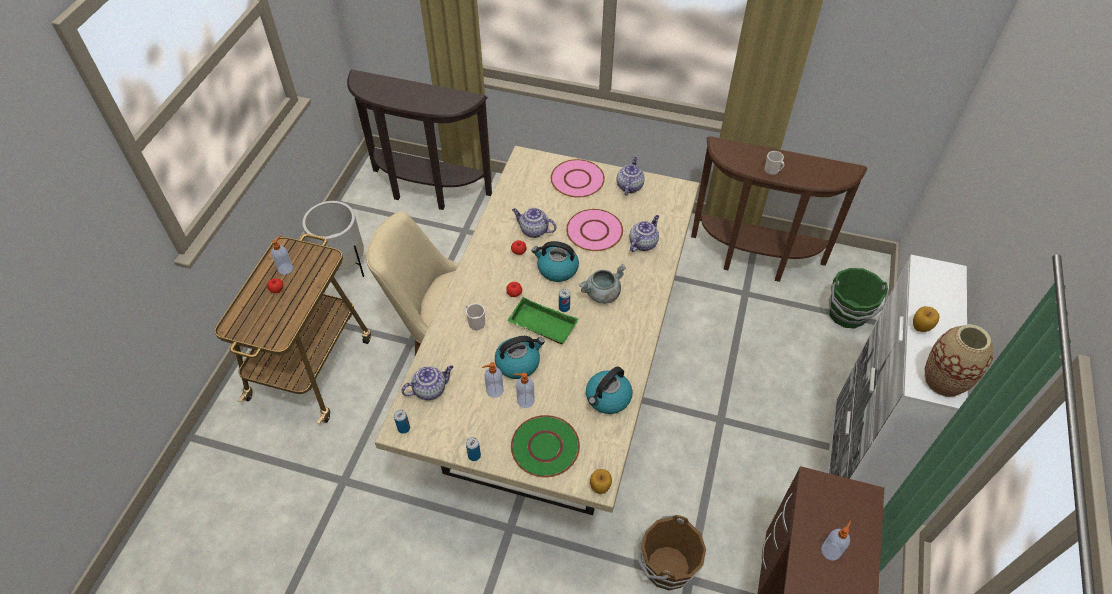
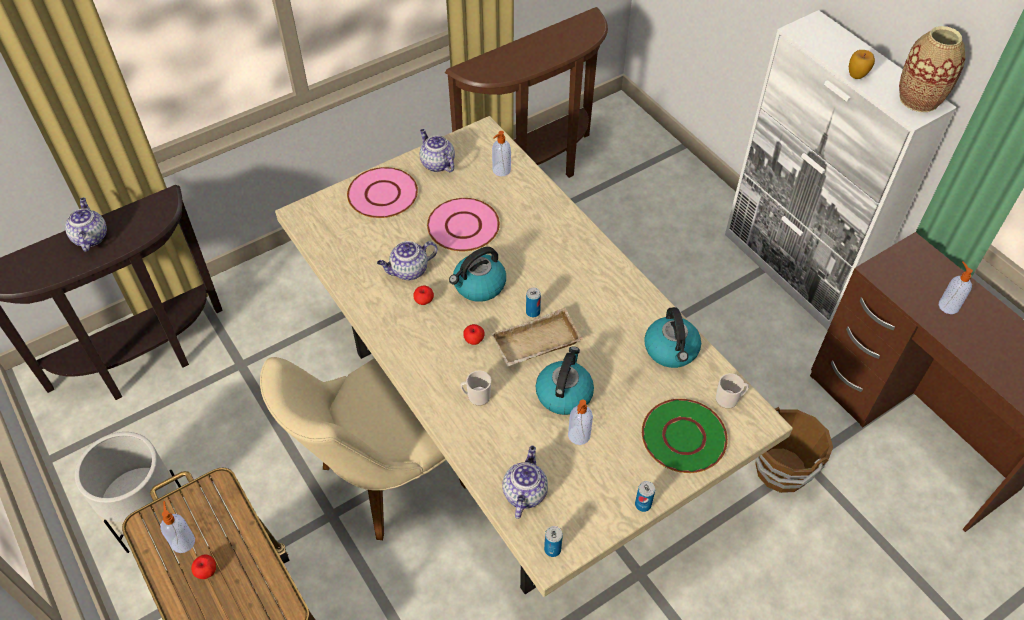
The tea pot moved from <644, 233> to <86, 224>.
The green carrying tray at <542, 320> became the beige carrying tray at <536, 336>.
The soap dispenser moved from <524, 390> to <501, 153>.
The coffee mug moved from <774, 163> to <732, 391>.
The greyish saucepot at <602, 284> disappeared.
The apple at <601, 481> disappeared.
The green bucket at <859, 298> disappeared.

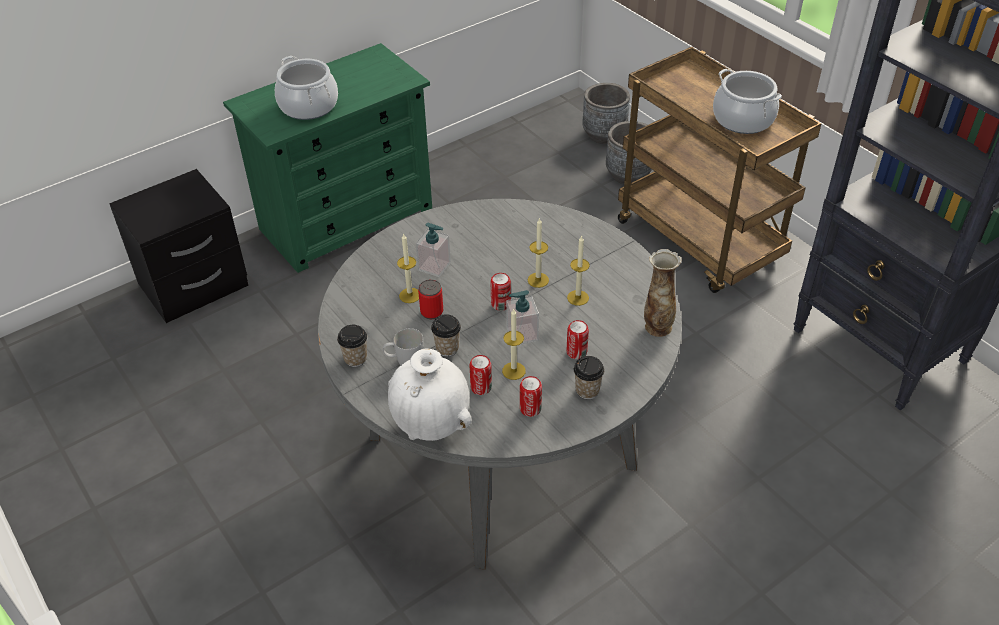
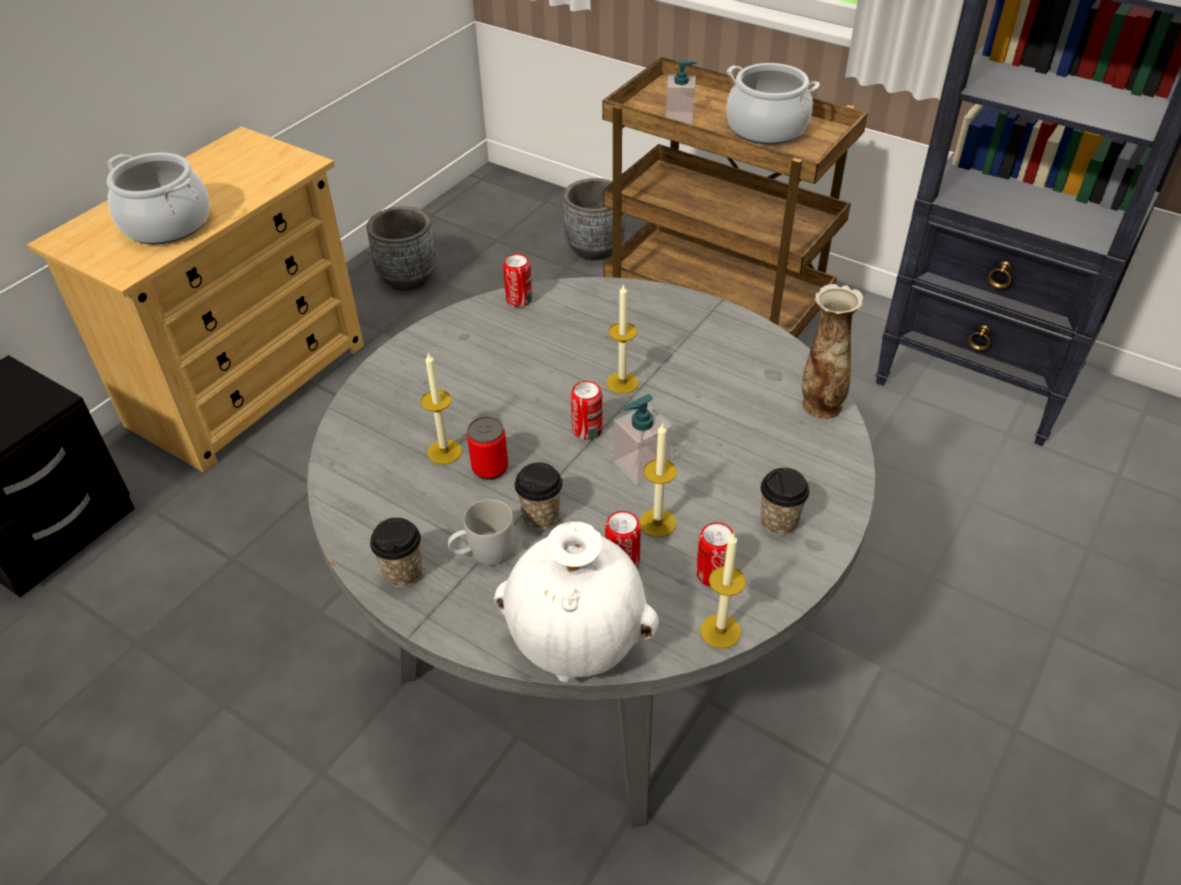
The green drawer chest at <327, 158> became the beige drawer chest at <195, 299>.
The greyish plant pot moved from <606, 113> to <402, 248>.
The can moved from <578, 340> to <517, 280>.
The soap dispenser moved from <433, 250> to <681, 92>.
The candle moved from <578, 270> to <723, 590>.

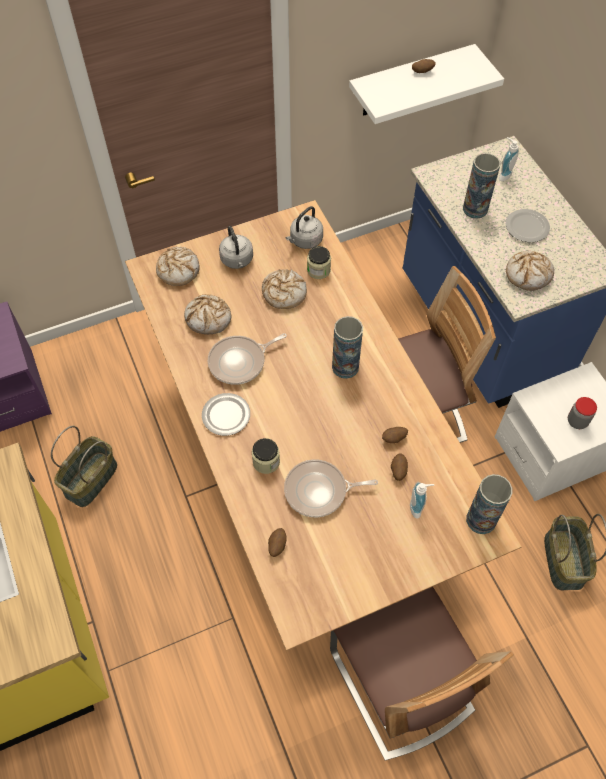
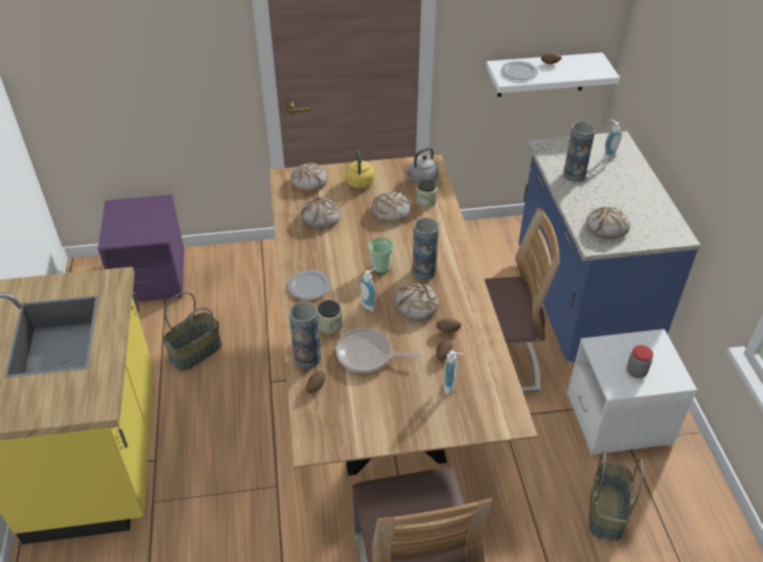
The flower vase moved from <489, 504> to <305, 335>.
The greyish water kettle at <236, 247> became the yellowish water kettle at <360, 169>.
The soap dispenser at <368, 289> appeared.
The cup at <381, 255> appeared.
The baked bread at <417, 302> appeared.
The dinner plate moved from <528, 225> to <520, 70>.
The frying pan at <247, 359> disappeared.

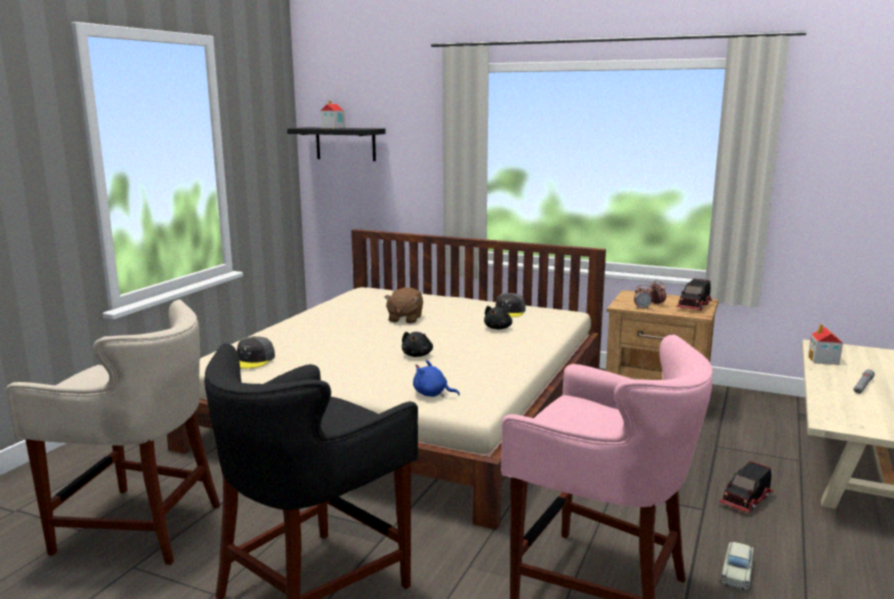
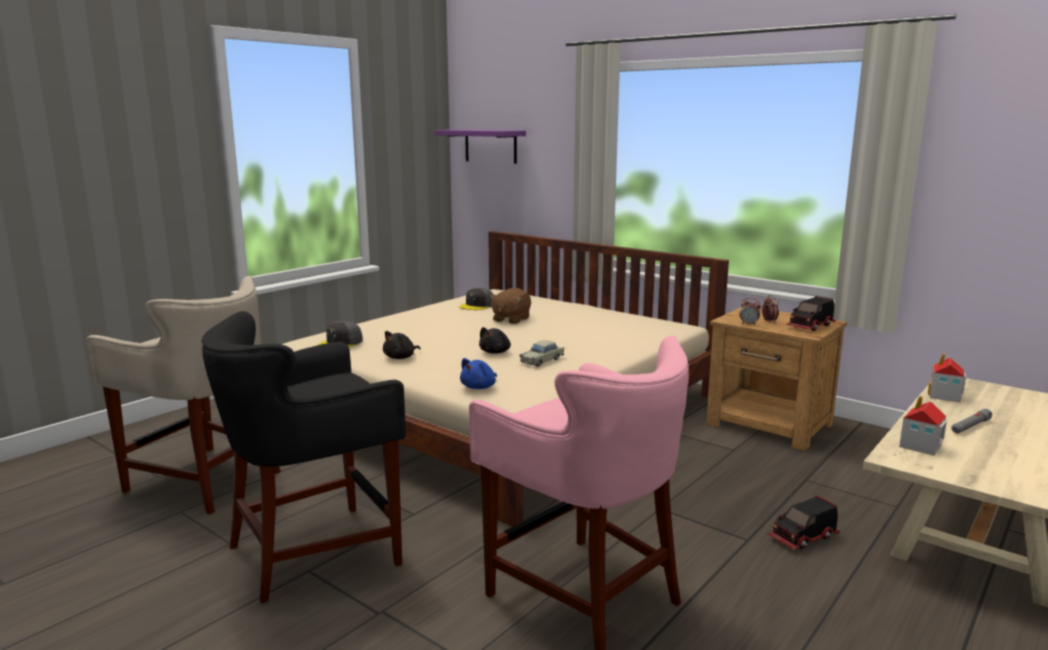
The black cuddly toy moved from <498, 317> to <402, 345>.
The black bracket shelf at <336, 144> became the purplish bracket shelf at <480, 147>.
The greyish peaked cap moved from <511, 305> to <476, 299>.
The blue cuddly toy at <436, 378> turned 90 degrees counterclockwise.
The beige toy car moved from <737, 566> to <541, 353>.
The miniature house moved from <332, 114> to <923, 425>.

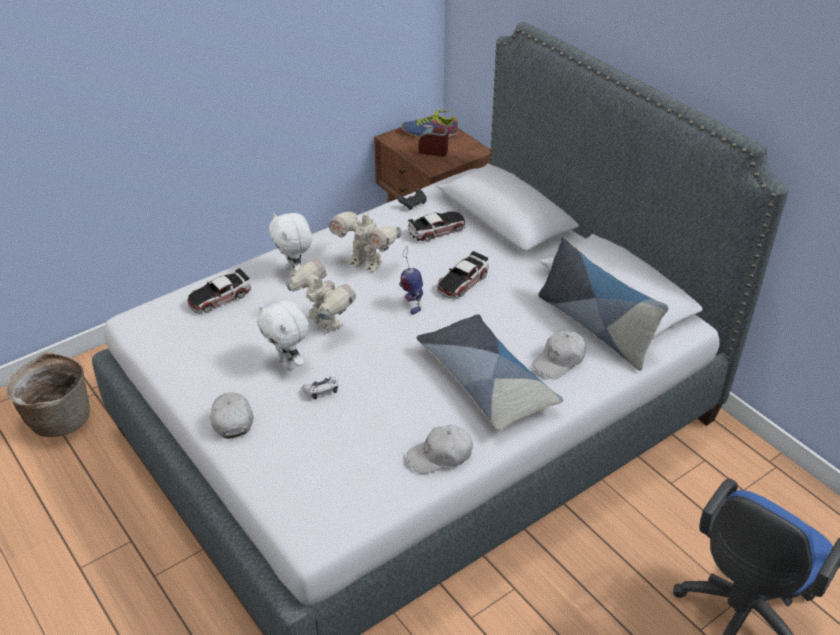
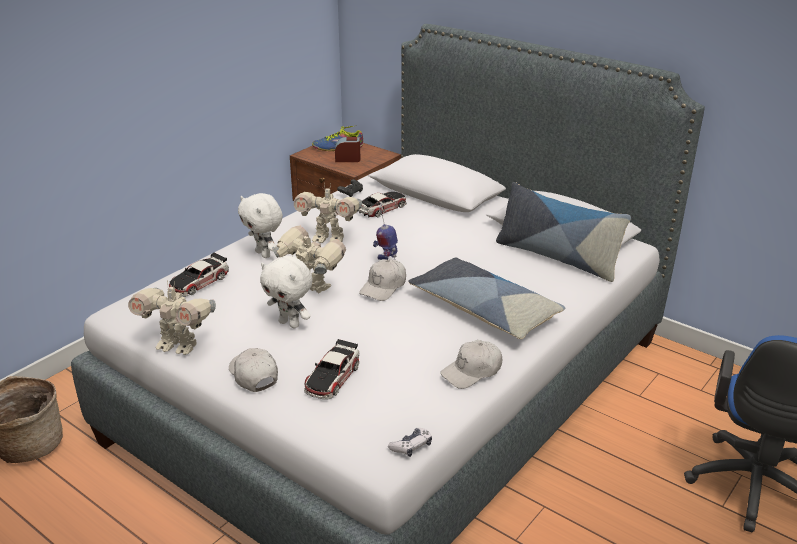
The toy robot at <172, 317> appeared.
The toy car moved from <463, 274> to <332, 369>.
The white-coloured peaked cap moved from <559, 354> to <382, 280>.
The joypad moved from <320, 387> to <410, 442>.

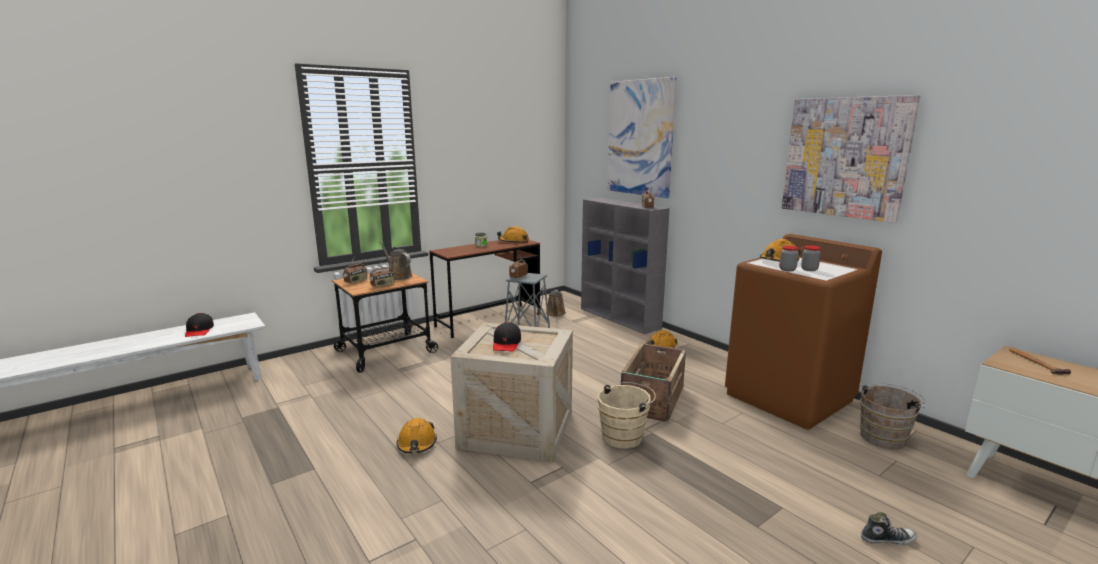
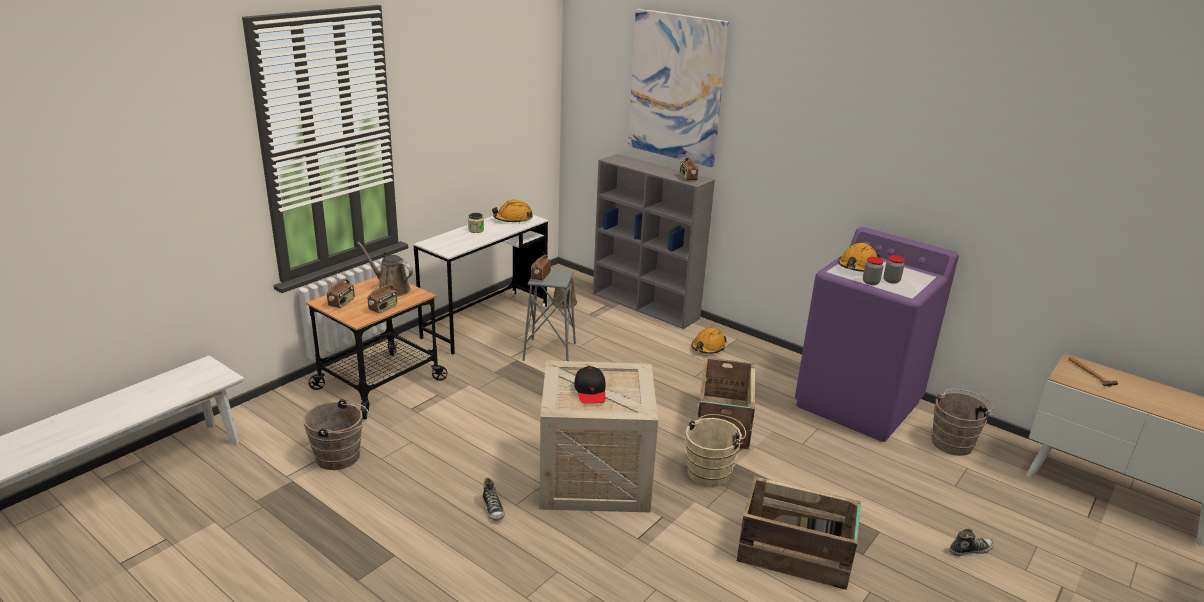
The brown-coloured bucket at <336, 434> appeared.
The brown-coloured desk unit at <485, 289> became the white-coloured desk unit at <481, 284>.
The orange safety helmet at <417, 435> was replaced by the low shoe at <494, 499>.
The crate at <799, 533> appeared.
The brown-coloured laundry machine at <803, 332> became the purplish laundry machine at <877, 334>.
The black peaked cap at <199, 325> disappeared.
The wall picture at <851, 159> disappeared.

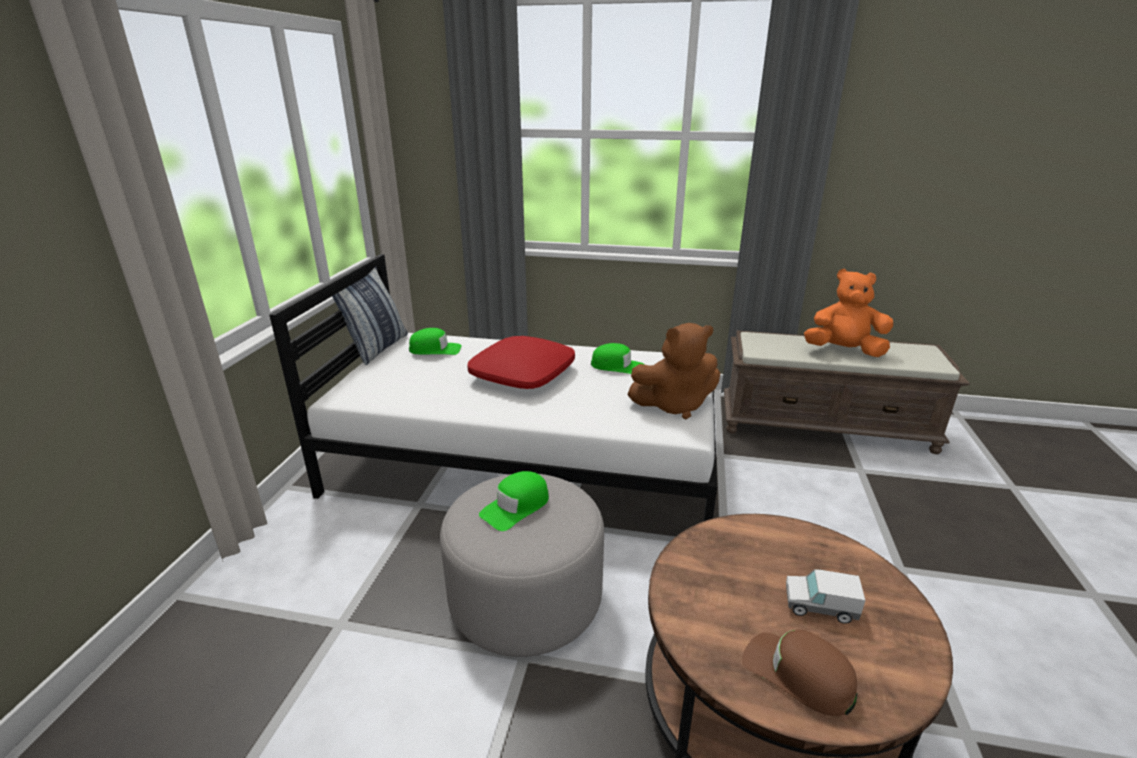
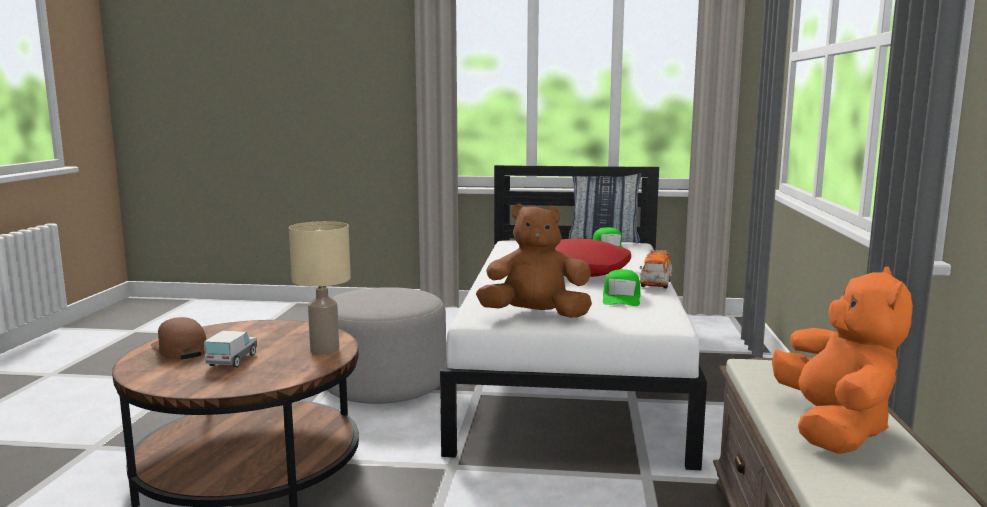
The brown-coloured peaked cap at <799, 673> turned 75 degrees counterclockwise.
The beige lamp for a table at <320, 287> appeared.
The brown-coloured cuddly toy at <673, 371> turned 105 degrees clockwise.
The toy car at <656, 269> appeared.
The green peaked cap at <514, 501> disappeared.

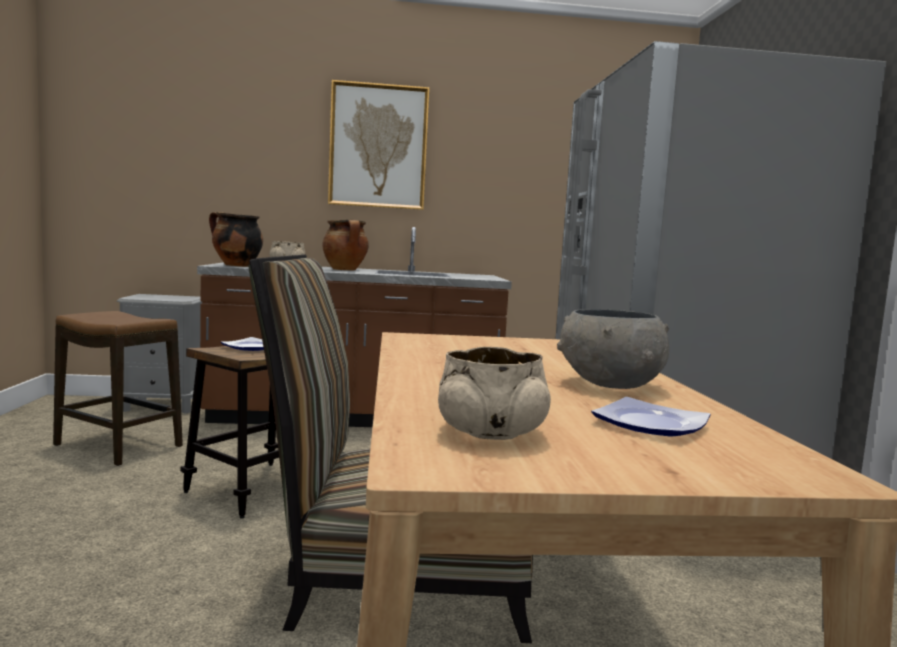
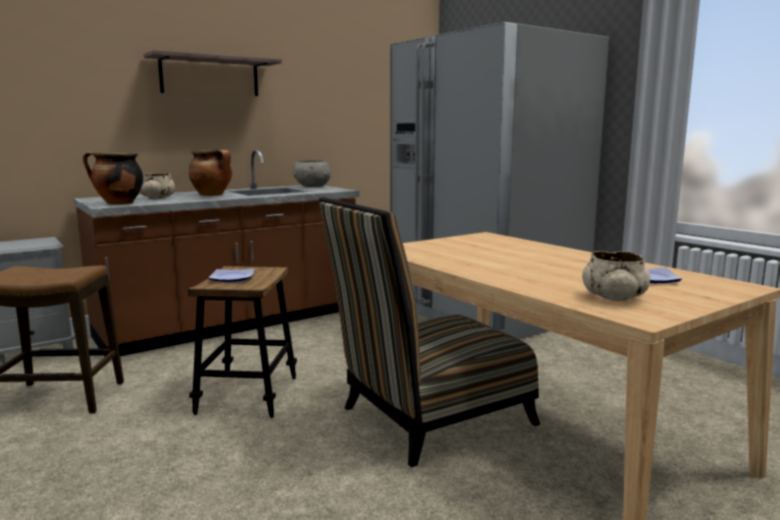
The wall picture at <378, 145> was replaced by the bracket shelf at <212, 73>.
The greyish serving bowl moved from <613, 349> to <312, 174>.

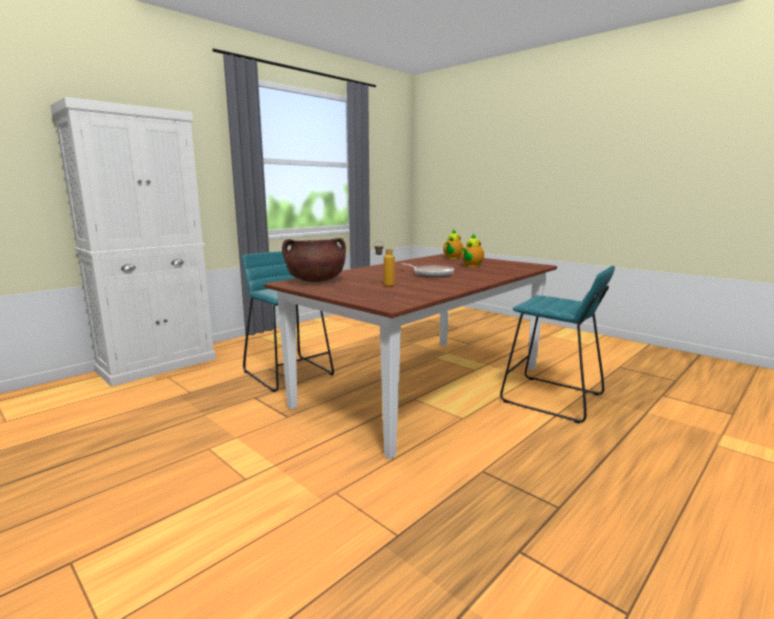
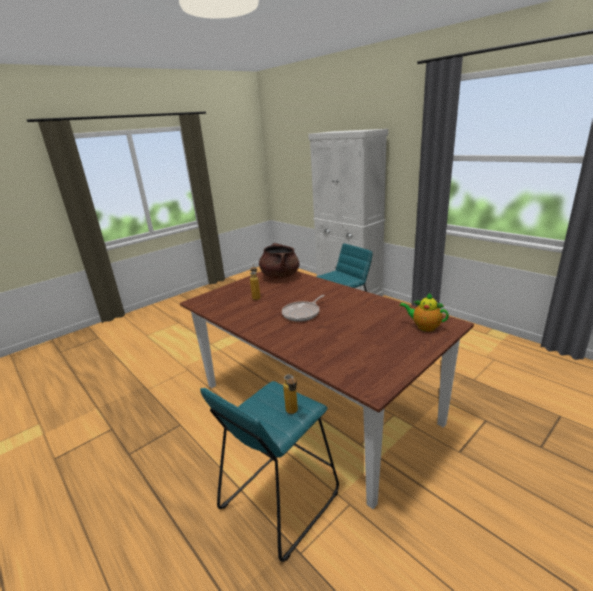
The drink bottle at <290, 394> appeared.
The tea pot at <472, 250> disappeared.

